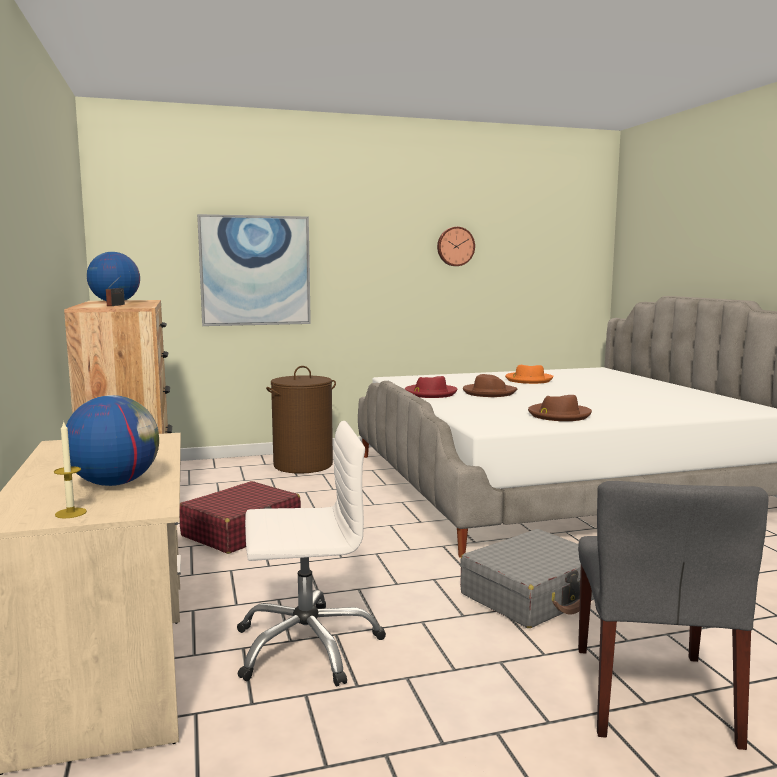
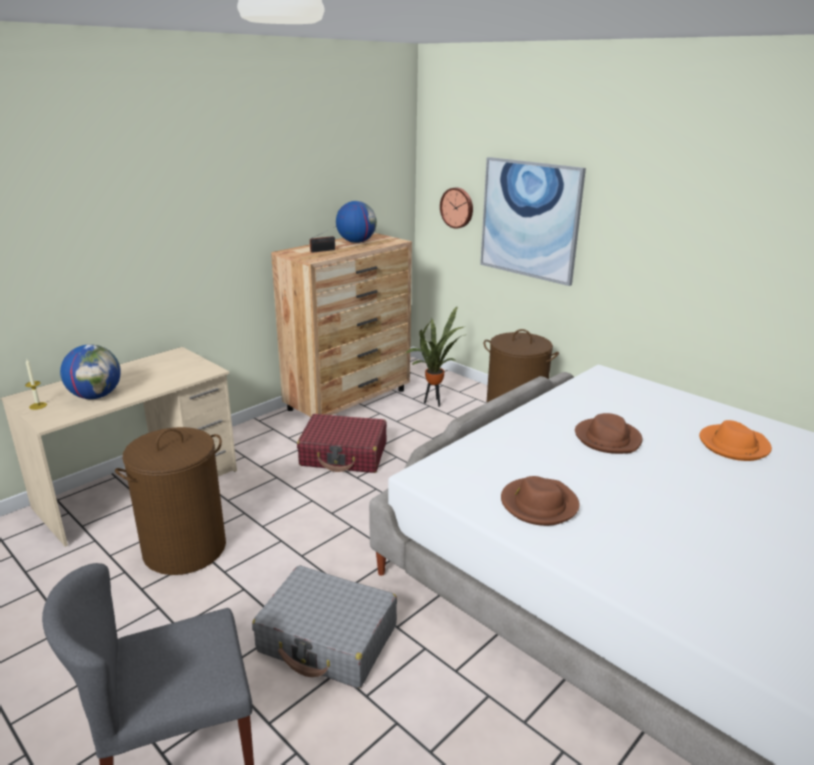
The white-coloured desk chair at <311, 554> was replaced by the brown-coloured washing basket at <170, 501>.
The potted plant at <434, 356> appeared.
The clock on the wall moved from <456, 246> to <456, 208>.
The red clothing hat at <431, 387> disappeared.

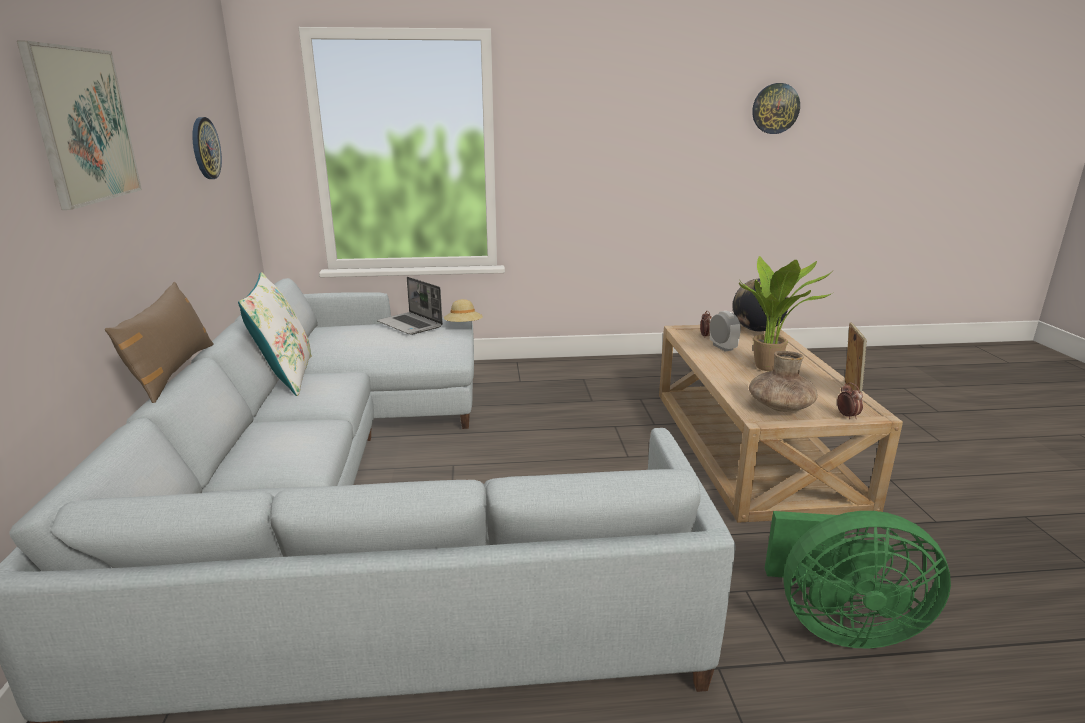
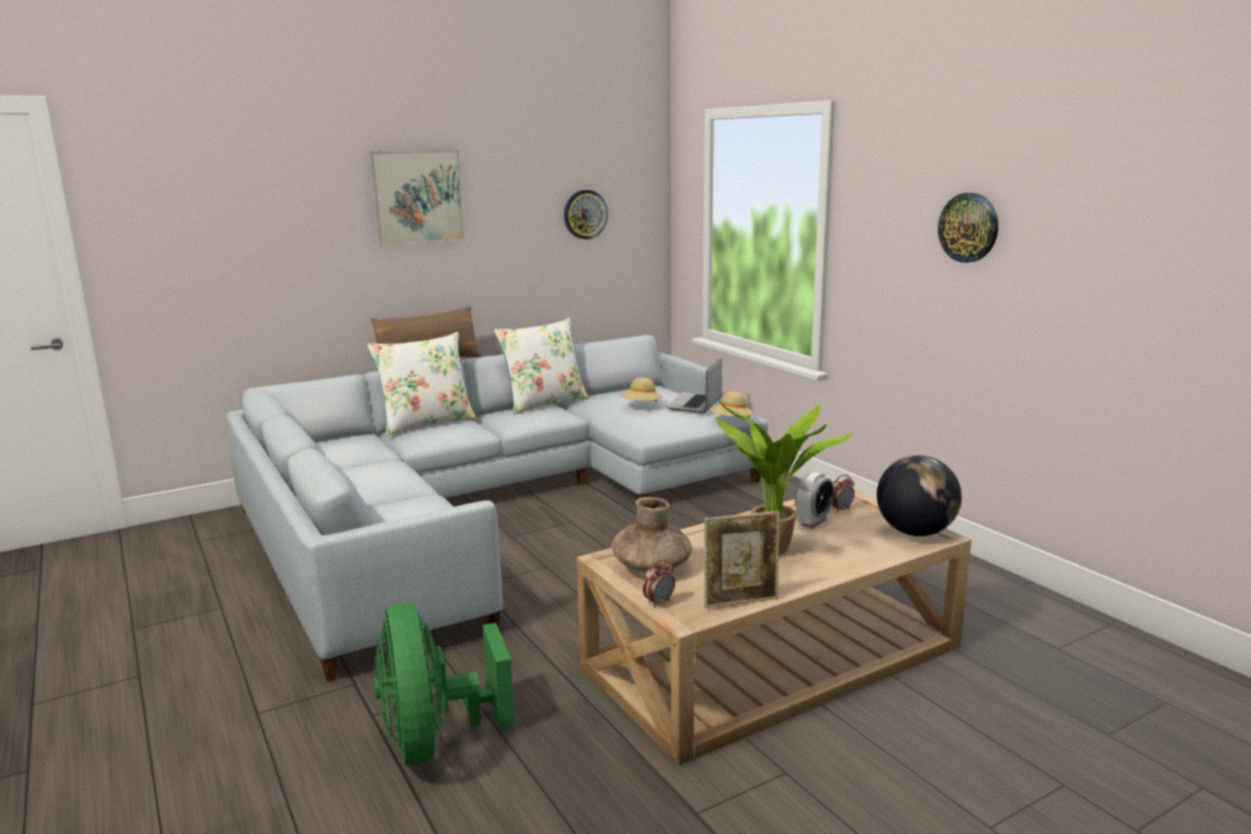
The white-coloured cushion at <421, 384> appeared.
The beige clothing hat at <641, 389> appeared.
The clock on the wall moved from <776, 108> to <968, 228>.

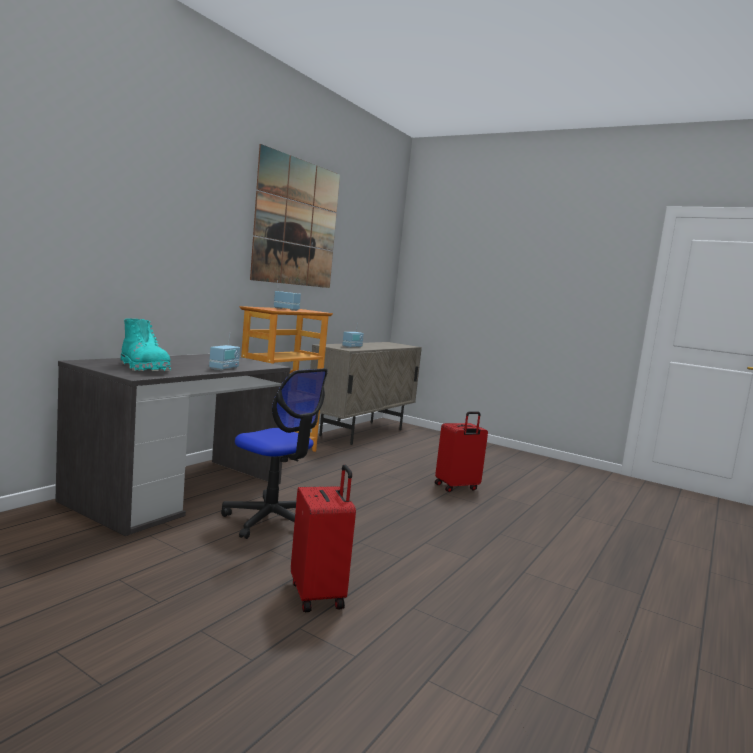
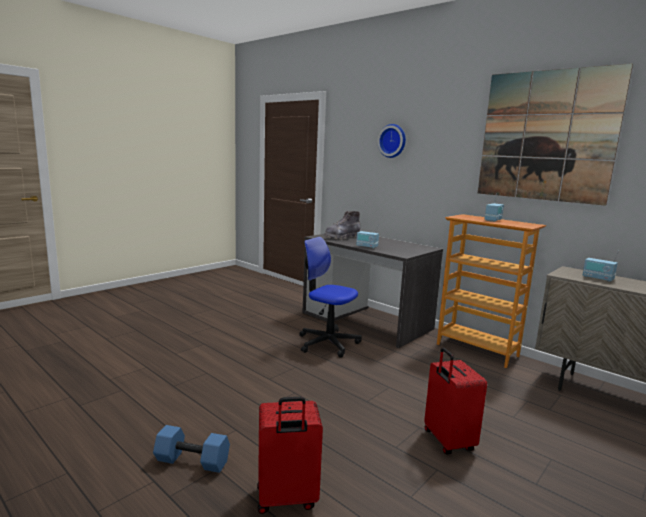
The blue free weight at <191, 449> appeared.
The red travel case moved from <323, 538> to <290, 455>.
The desk chair at <274, 453> turned 75 degrees clockwise.
The blue-green boot at <146, 345> became the greyish boot at <342, 225>.
The clock on the wall at <391, 141> appeared.

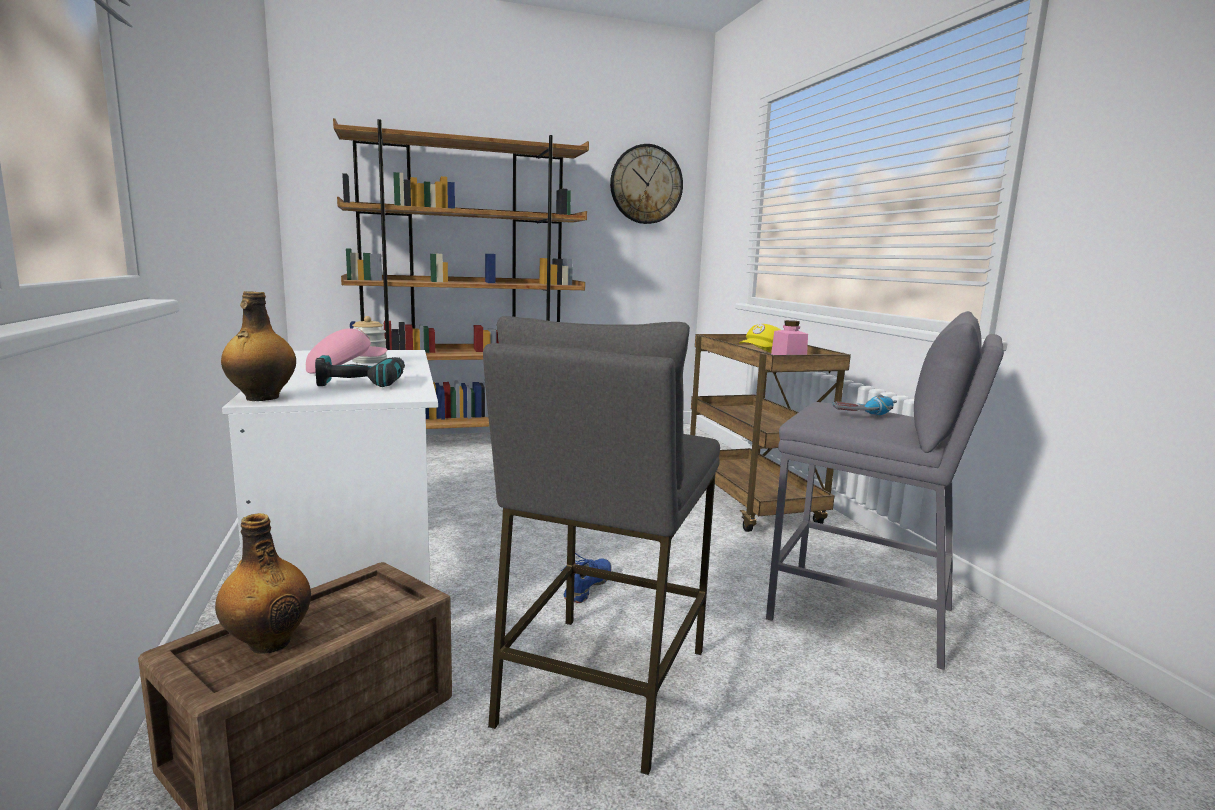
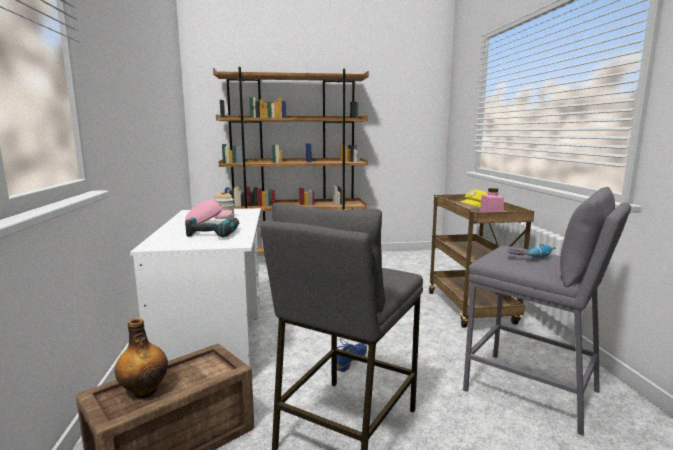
The drink bottle at <258, 346> disappeared.
The clock on the wall at <646, 184> disappeared.

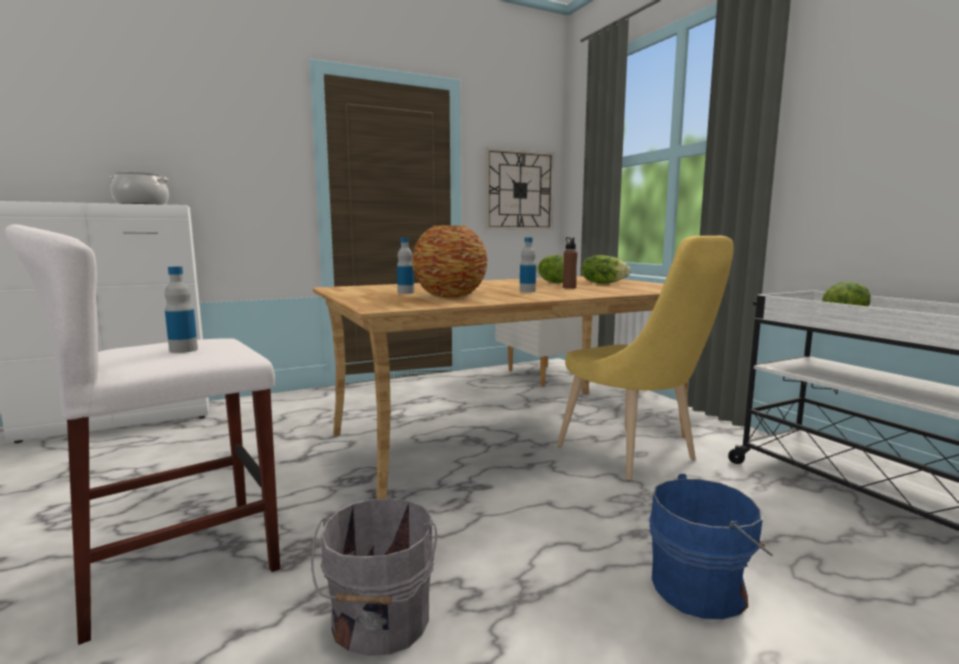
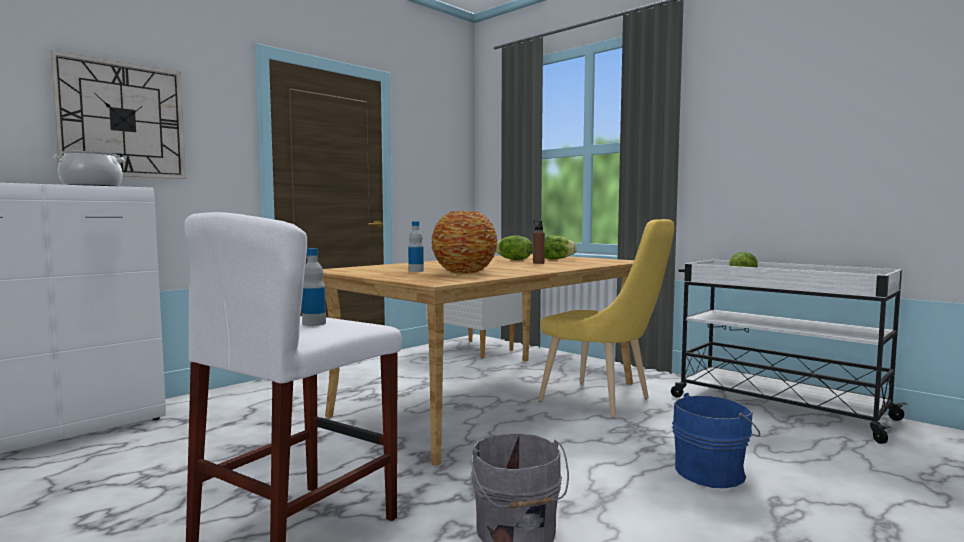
The clock on the wall moved from <520, 188> to <118, 114>.
The drink bottle at <528, 264> disappeared.

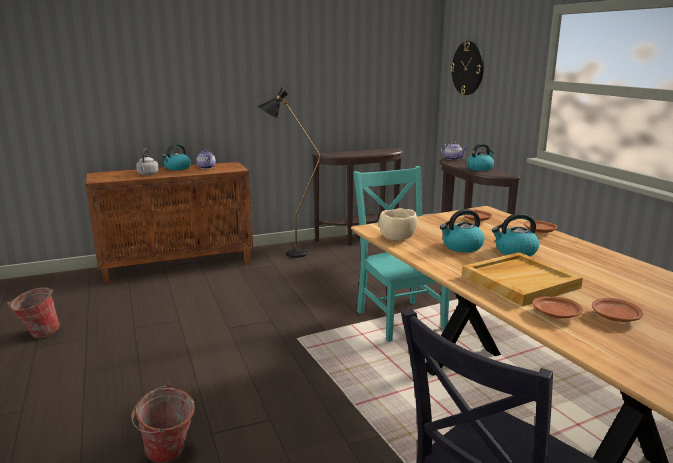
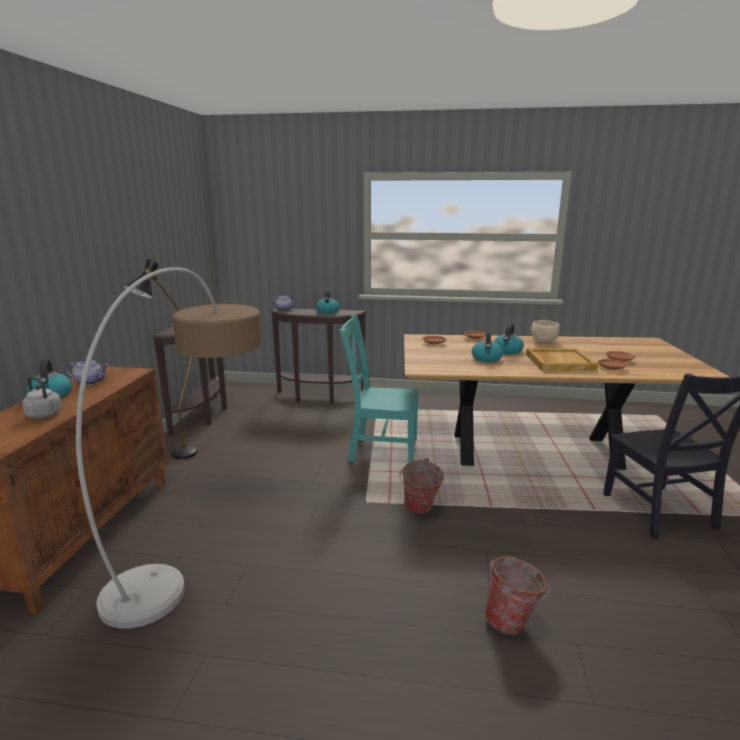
The floor lamp at <169, 447> appeared.
The bucket moved from <33, 312> to <421, 486>.
The beige serving bowl moved from <398, 224> to <545, 331>.
The clock on the wall at <467, 68> disappeared.

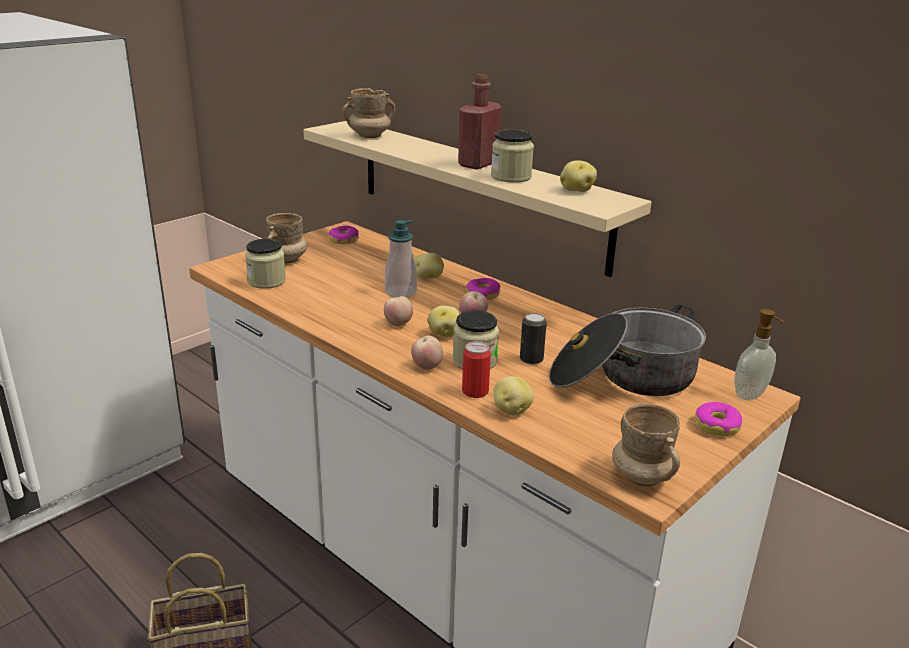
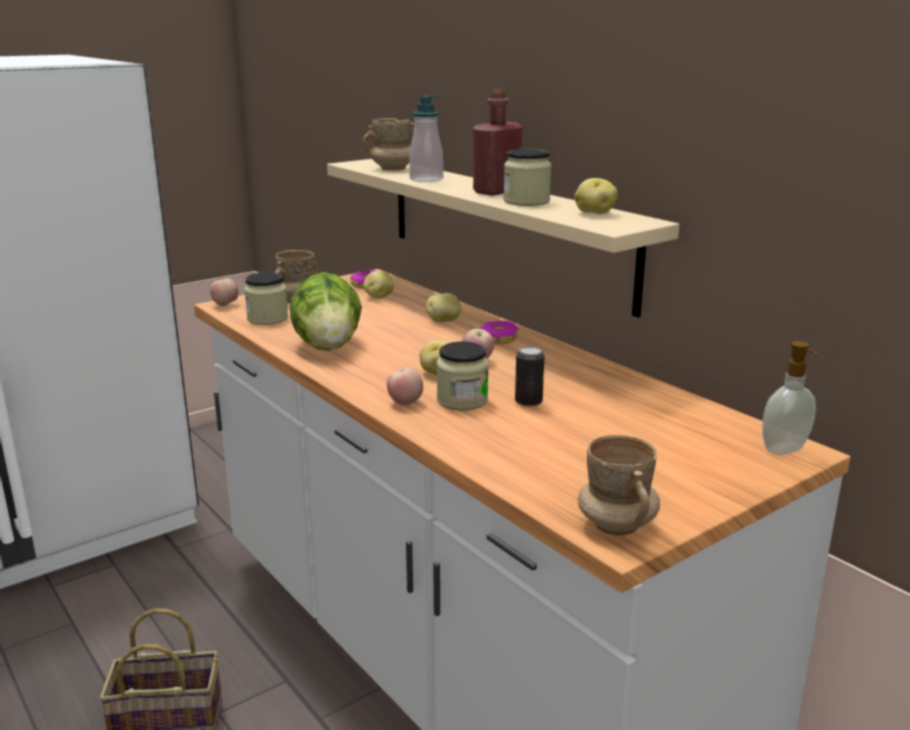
The apple moved from <398, 311> to <224, 292>.
The lettuce at <326, 311> appeared.
The whole potato moved from <513, 395> to <378, 285>.
The soap dispenser moved from <401, 259> to <426, 139>.
The can at <476, 369> disappeared.
The saucepot at <627, 350> disappeared.
The doughnut at <719, 419> disappeared.

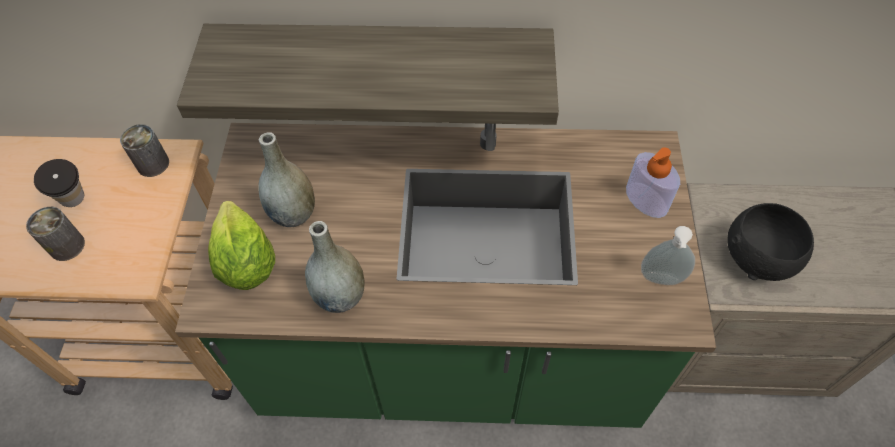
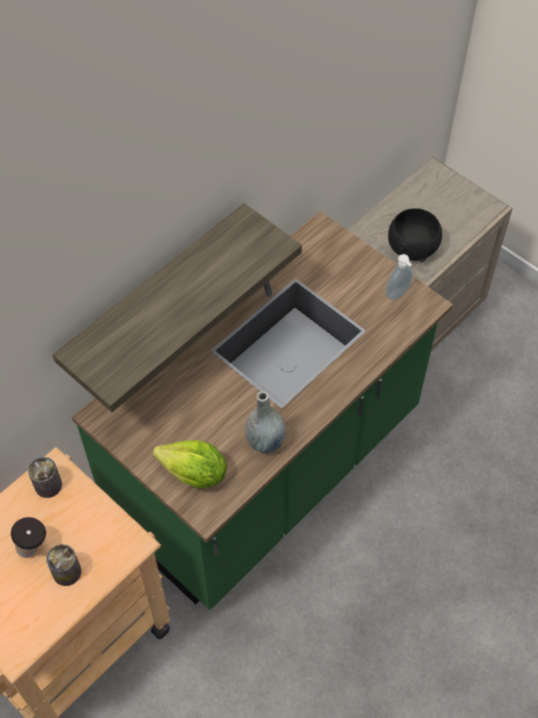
The greyish flower vase at <286, 180> disappeared.
The soap dispenser at <653, 183> disappeared.

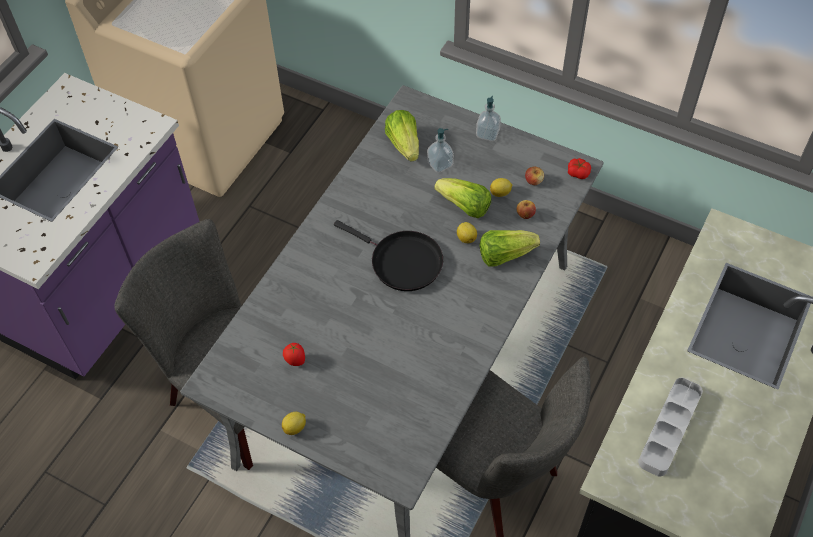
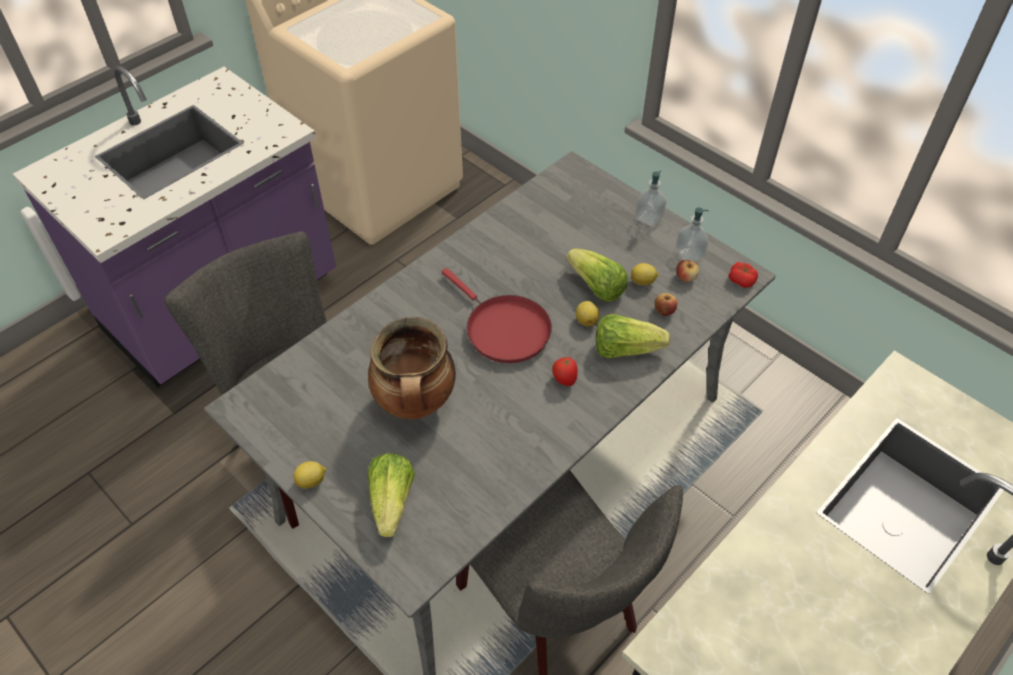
The saucepot at <412, 368> appeared.
The lettuce moved from <402, 136> to <391, 495>.
The black frying pan at <388, 255> became the red frying pan at <497, 315>.
The tomato moved from <294, 354> to <565, 371>.
The soap dispenser moved from <440, 150> to <692, 234>.
The greyish carrying tray at <670, 427> disappeared.

